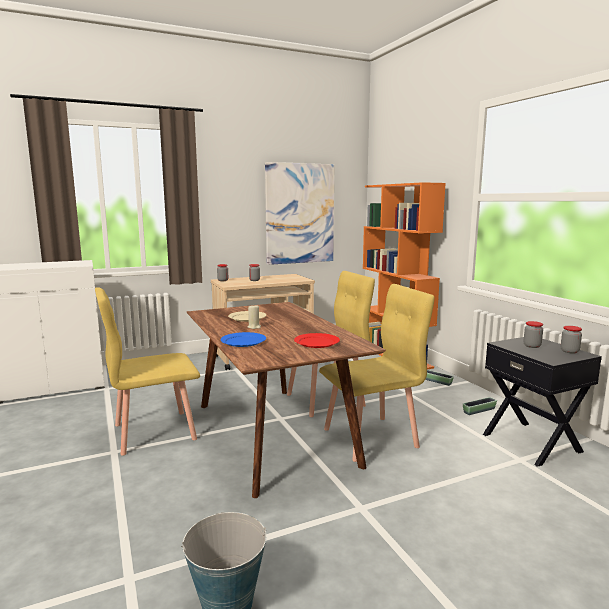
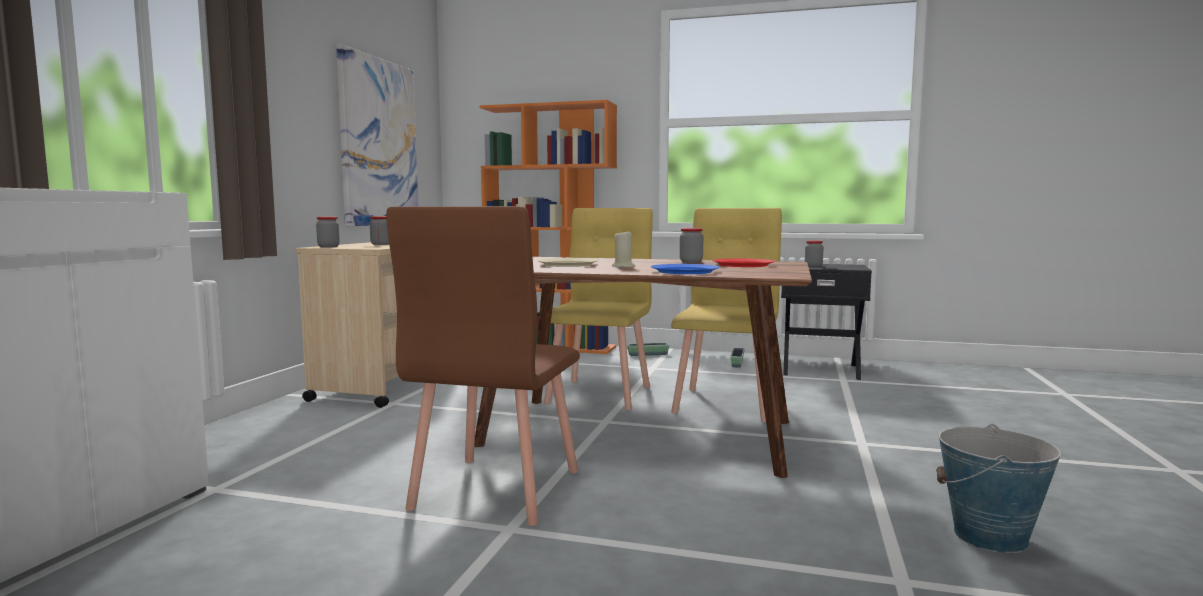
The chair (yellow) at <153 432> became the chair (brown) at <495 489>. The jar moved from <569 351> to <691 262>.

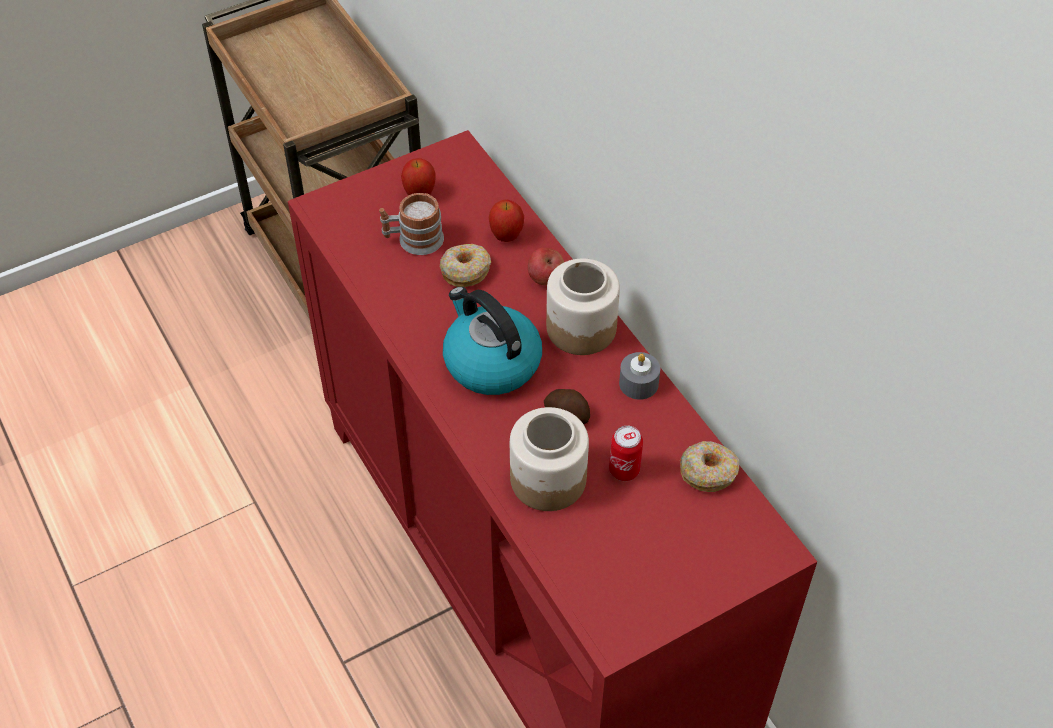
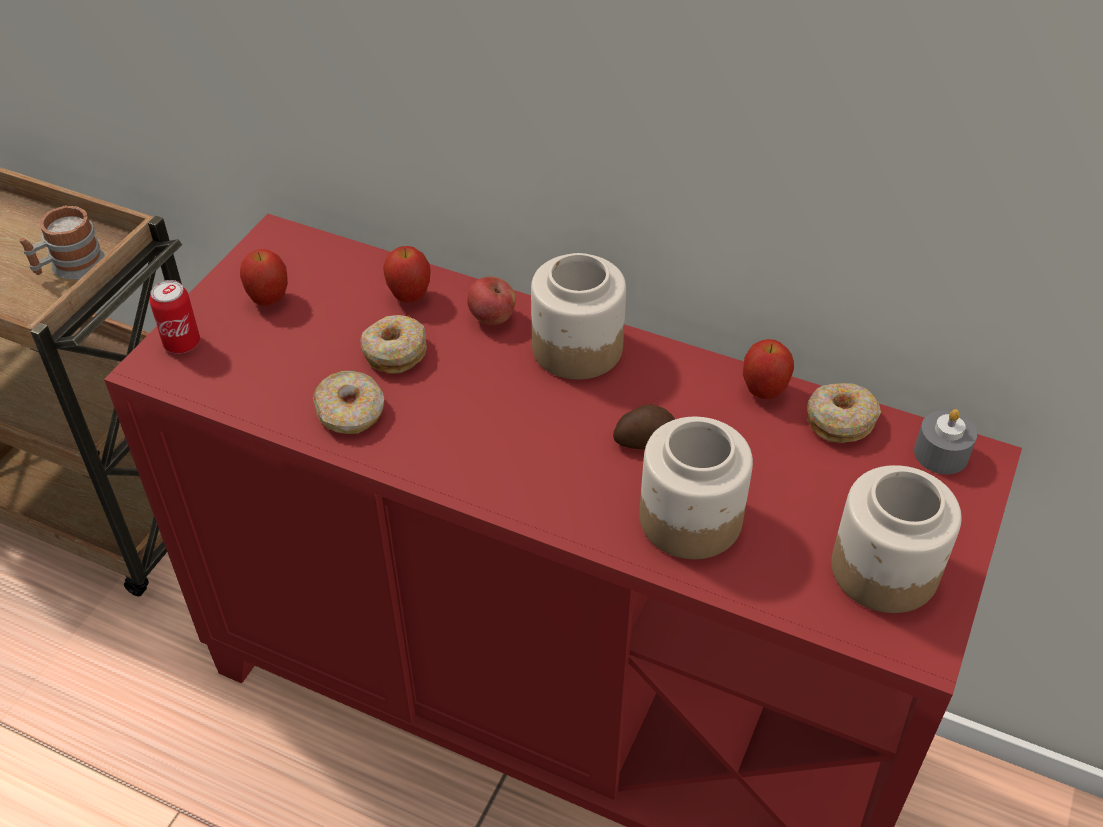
The mug moved from <413 240> to <69 267>. The can moved from <624 470> to <182 343>. The donut at <351 412> appeared. The apple at <763 391> appeared. The jar at <885 570> appeared. The candle (grey) moved from <638 383> to <941 454>. The kettle at <490 362> disappeared.

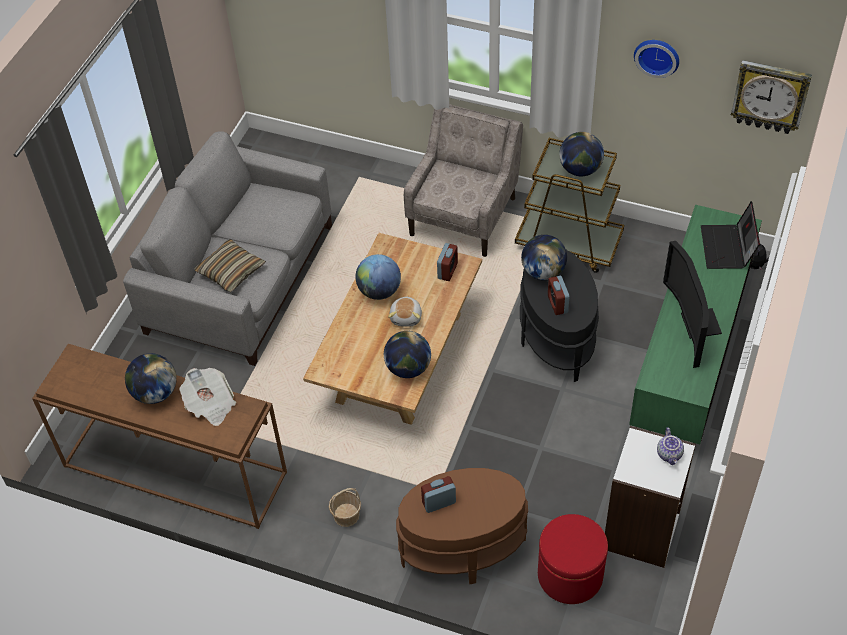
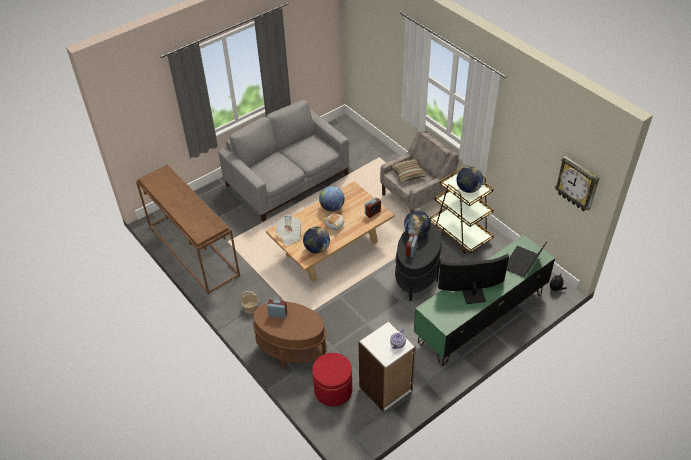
The newspaper moved from <210 404> to <289 235>. The pillow moved from <231 271> to <408 174>. The television at <694 324> turned 60 degrees clockwise. The globe at <155 393> disappeared. The wall clock at <657 56> disappeared.

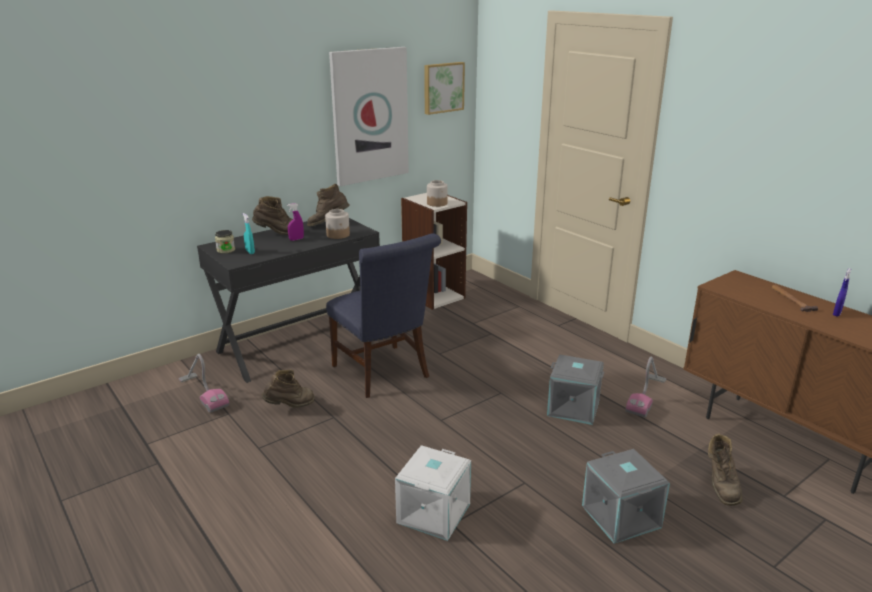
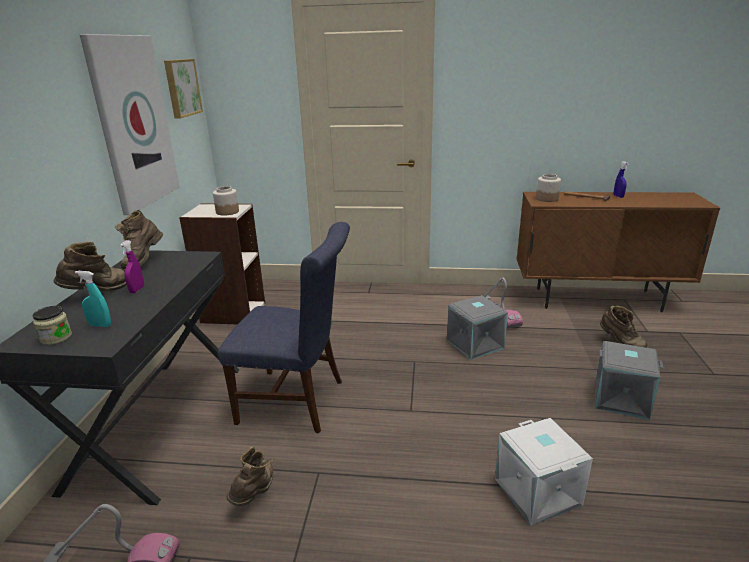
The jar moved from <338 235> to <547 199>.

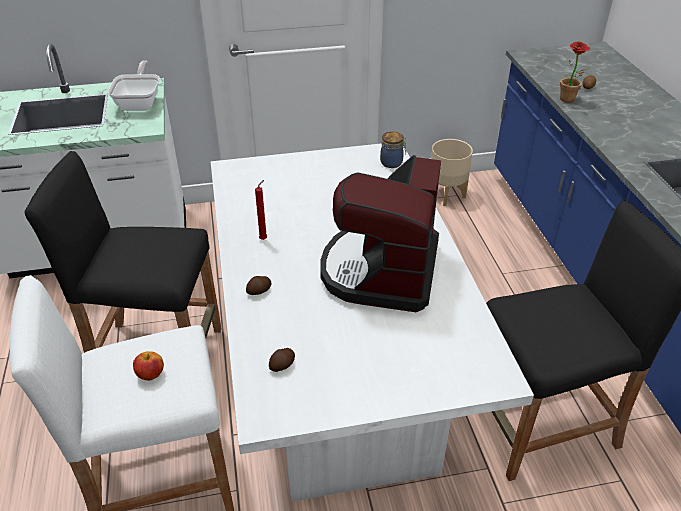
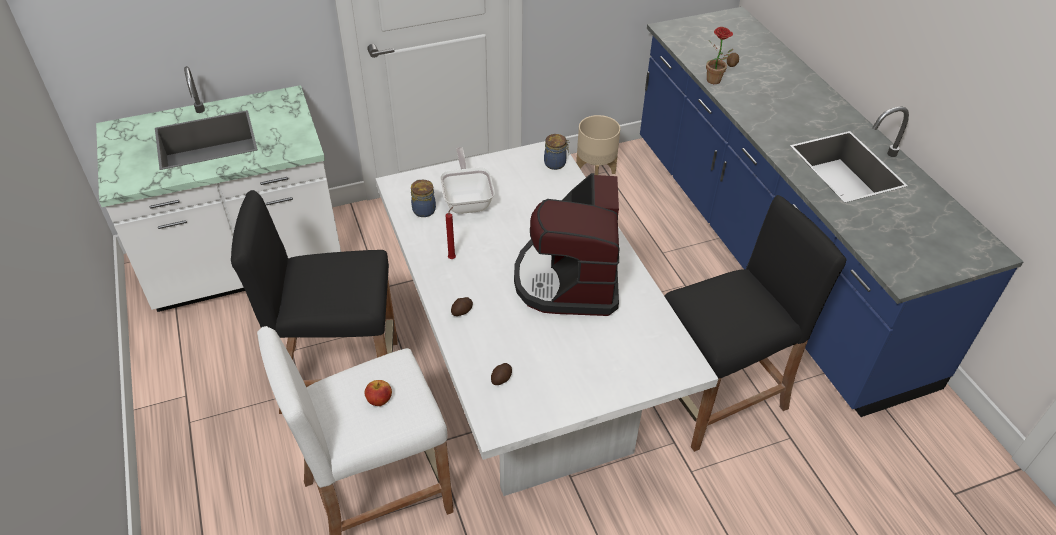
The jar at <423 210> appeared. The frying pan moved from <140 103> to <467 200>.

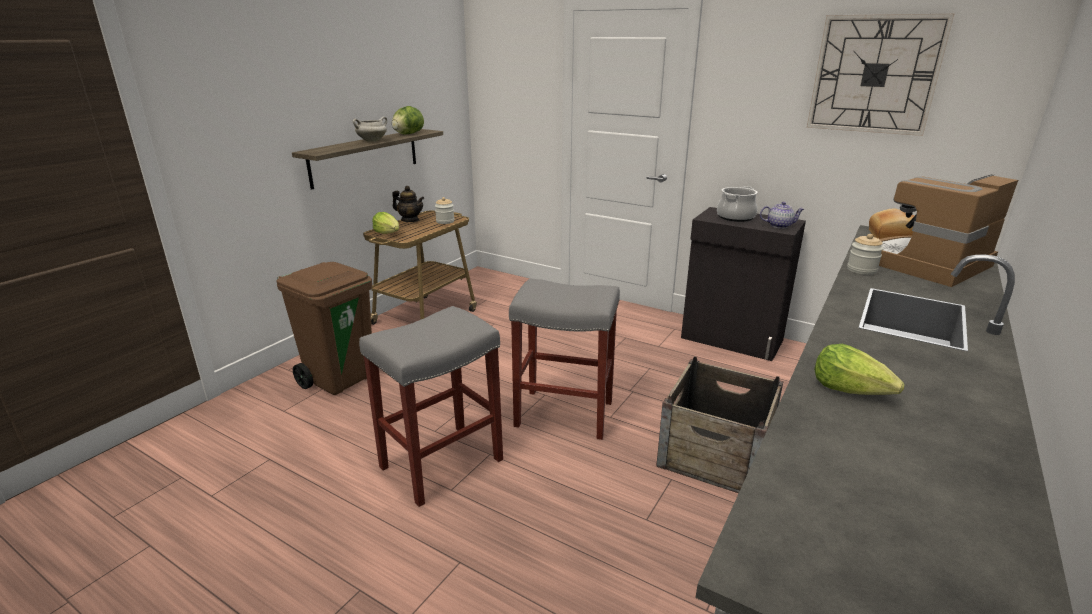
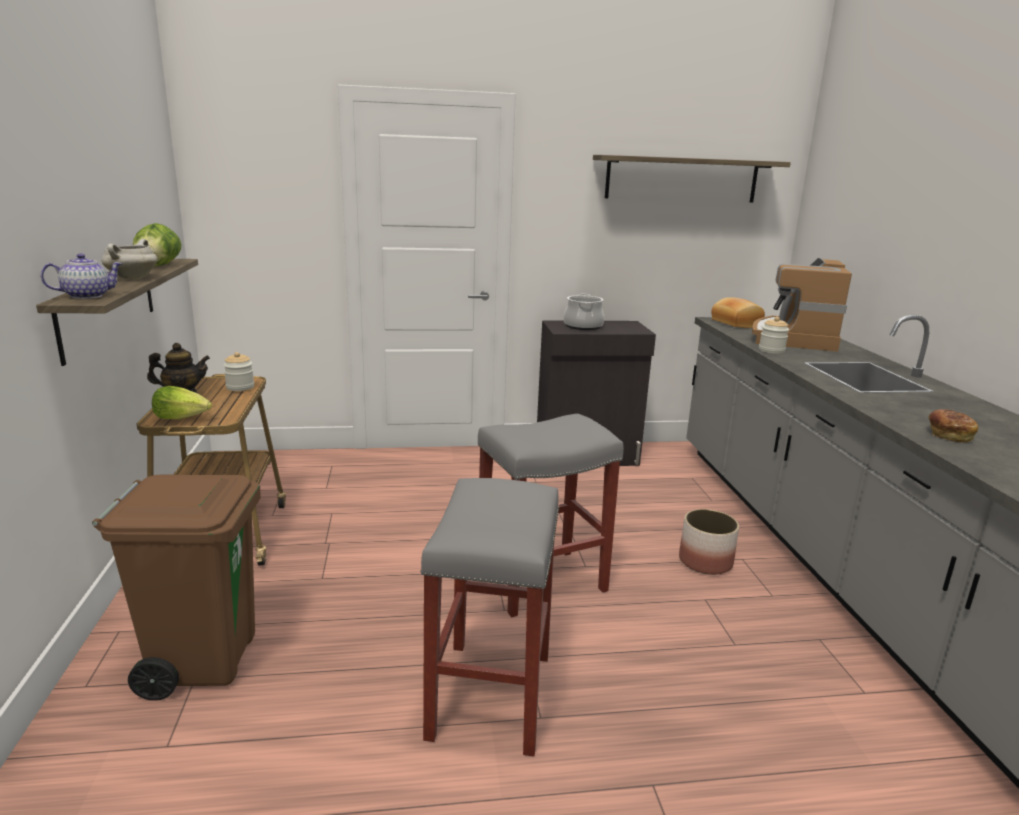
The teapot moved from <779 225> to <87 296>. The wall clock at <874 74> was replaced by the shelf at <682 179>. The crate at <716 454> was replaced by the planter at <705 561>. The lettuce at <850 389> was replaced by the bread at <949 435>.

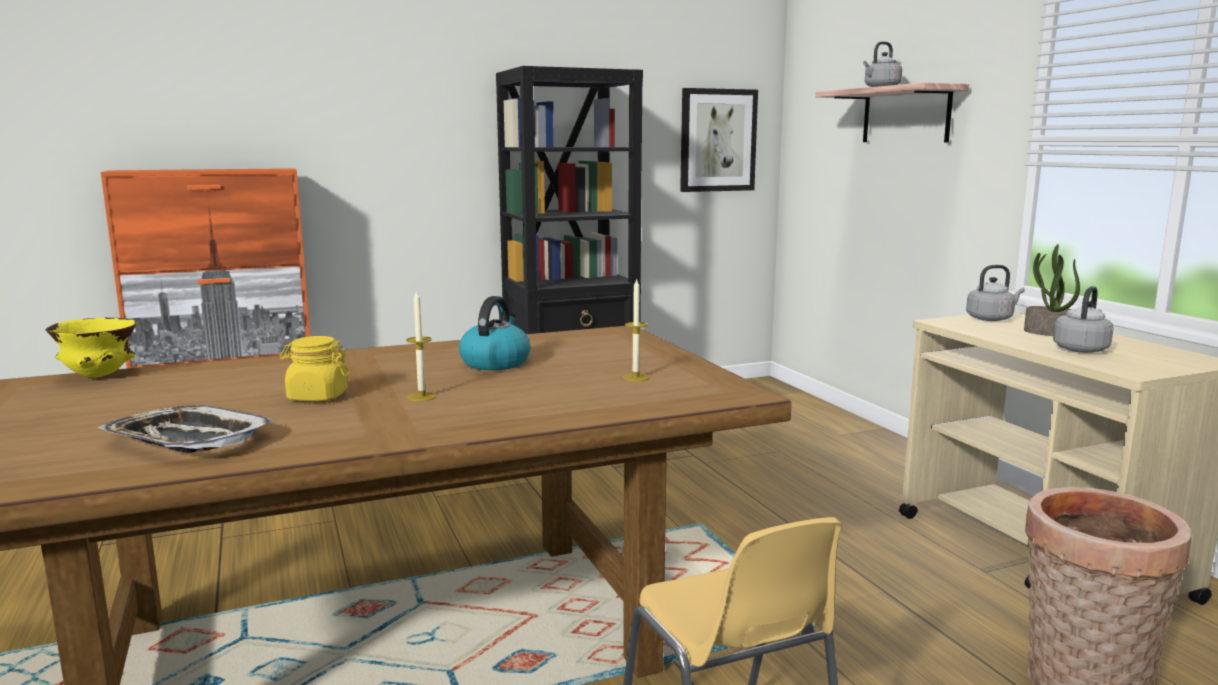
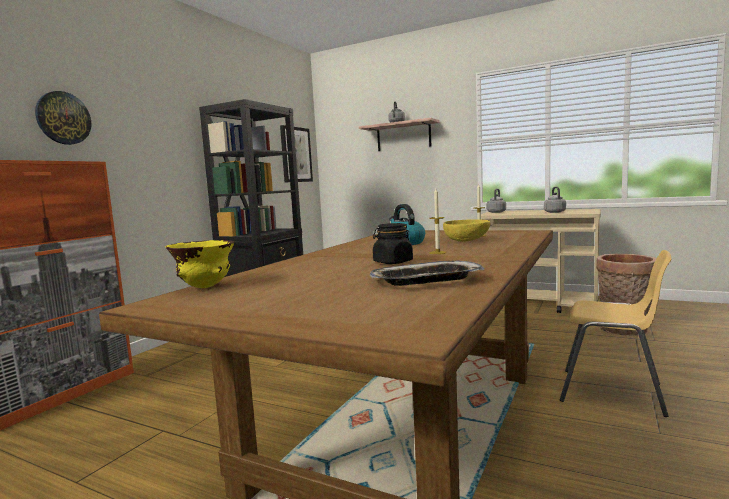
The wall clock at <63 118> appeared. The jar (yellow) at <317 396> became the jar (black) at <393 262>. The bowl (yellow) at <467 241> appeared. The potted plant at <1049 333> disappeared.

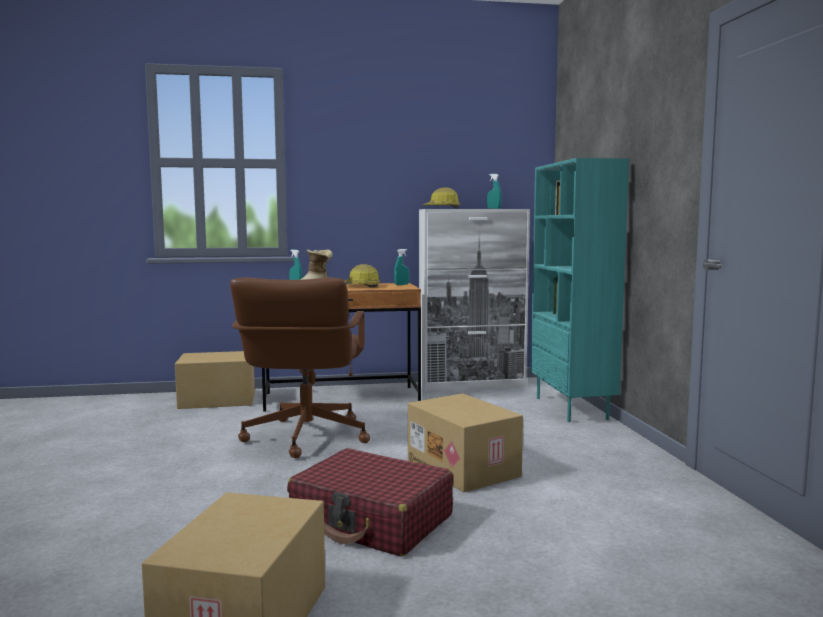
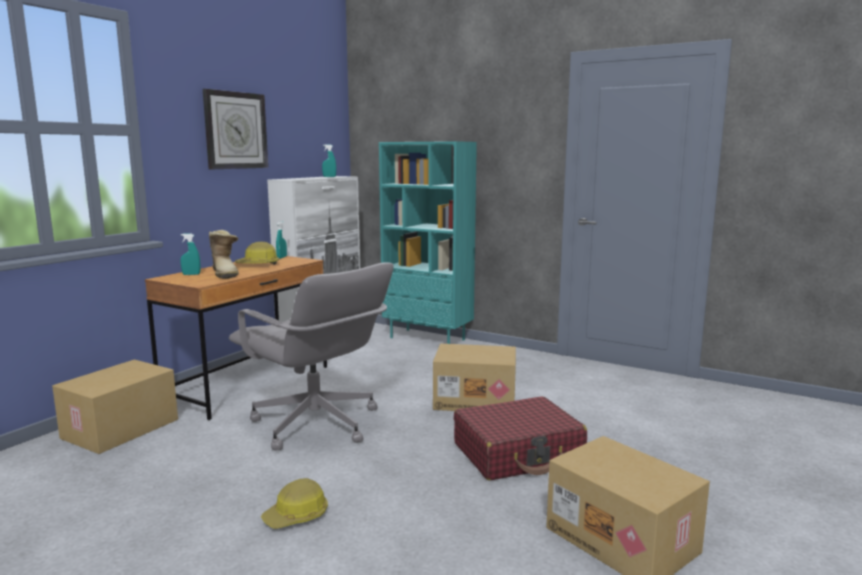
The wall clock at <235 130> appeared. The office chair (brown) at <305 437> became the office chair (grey) at <316 425>. The hard hat moved from <441 208> to <297 516>.

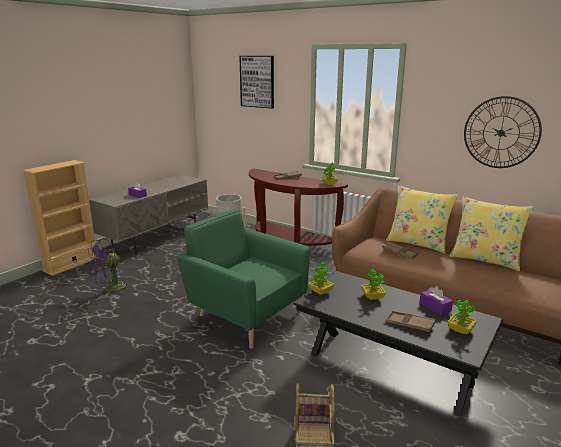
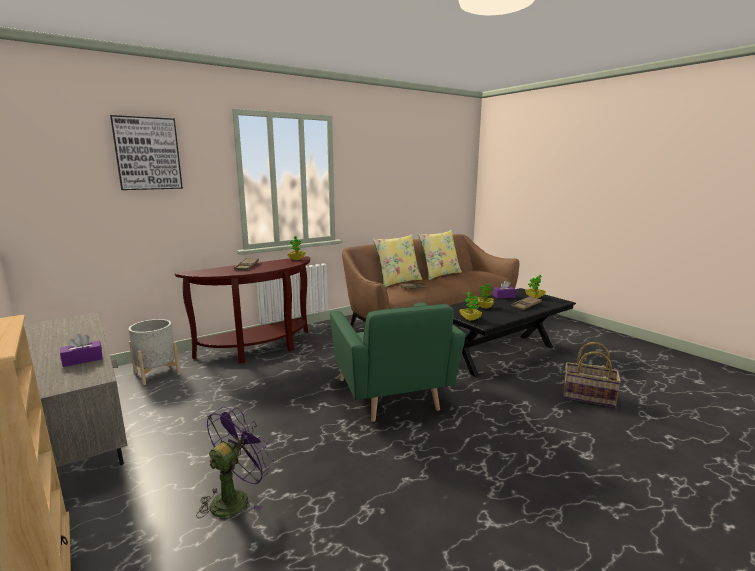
The fan (purple) at <111 289> turned 120 degrees counterclockwise. The armchair (green) at <246 314> turned 75 degrees counterclockwise. The wall clock at <501 132> disappeared.

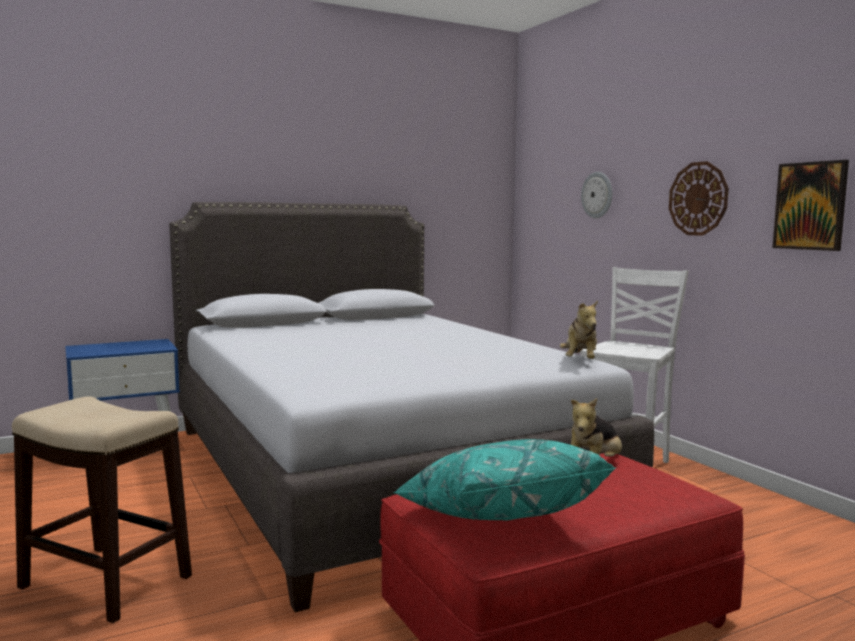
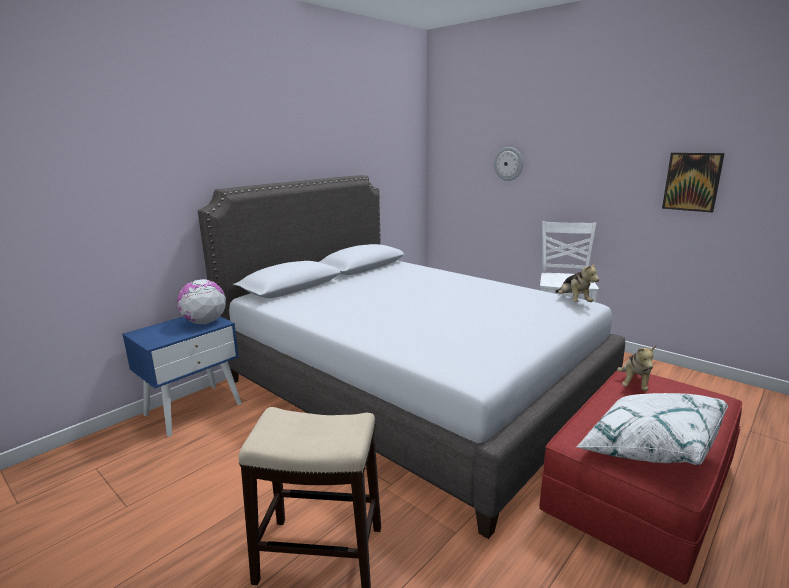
The globe at <204 322> appeared. The pillow (turquoise) at <497 516> became the pillow (white) at <648 449>. The wall clock at <698 198> disappeared.

